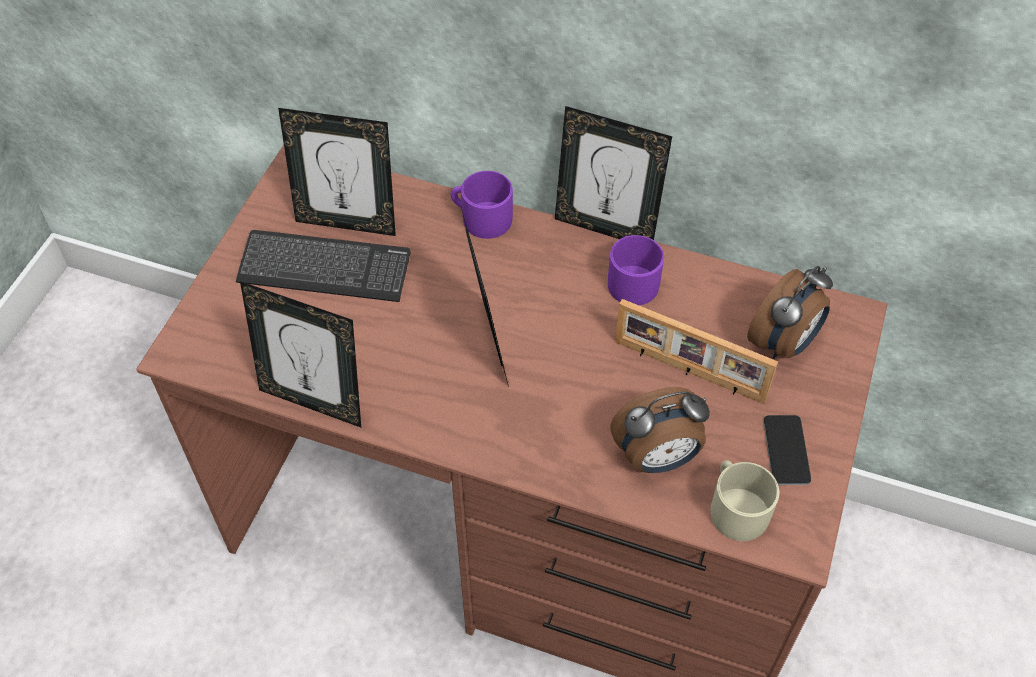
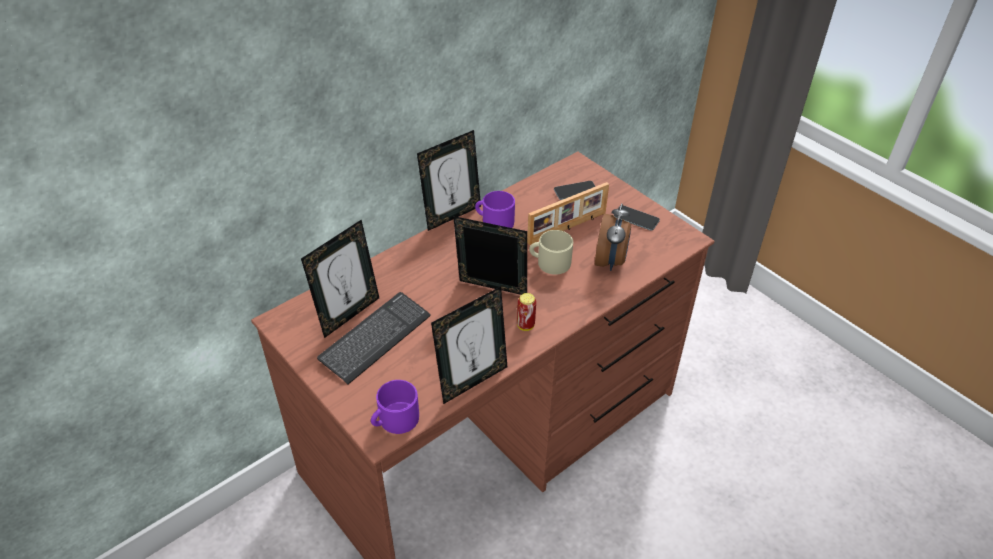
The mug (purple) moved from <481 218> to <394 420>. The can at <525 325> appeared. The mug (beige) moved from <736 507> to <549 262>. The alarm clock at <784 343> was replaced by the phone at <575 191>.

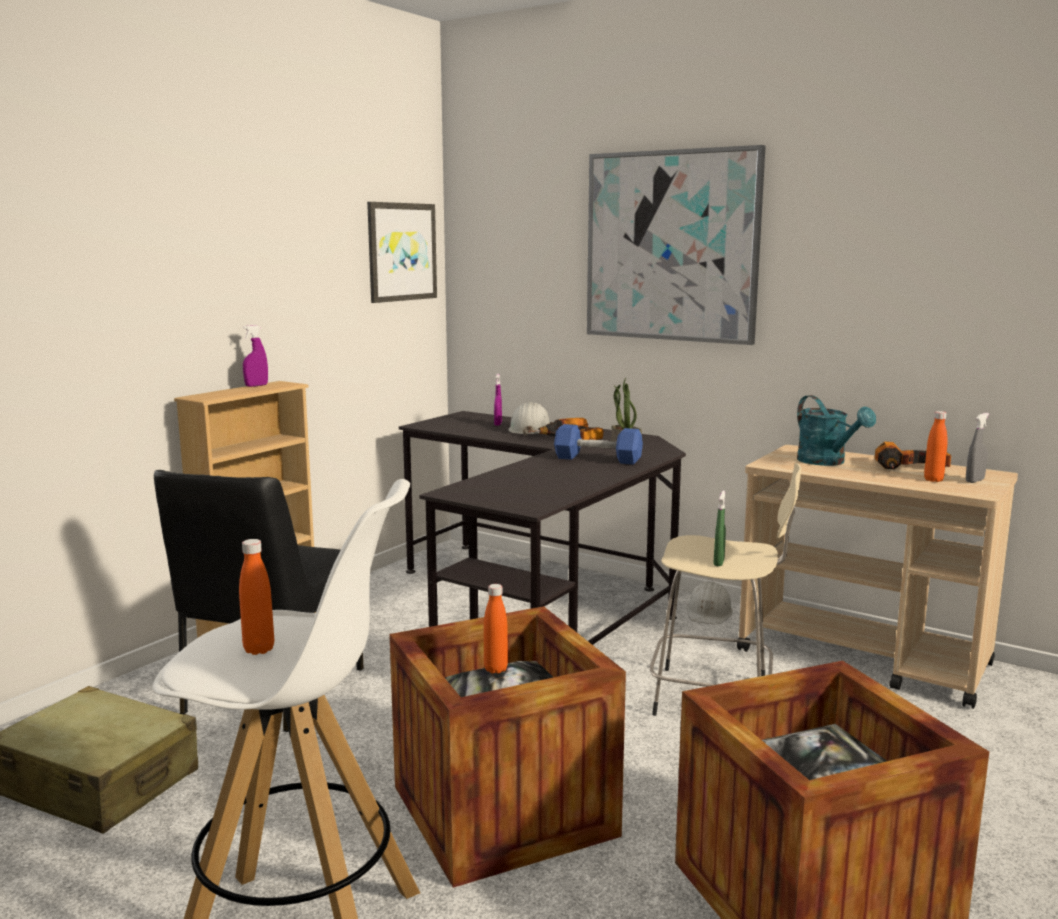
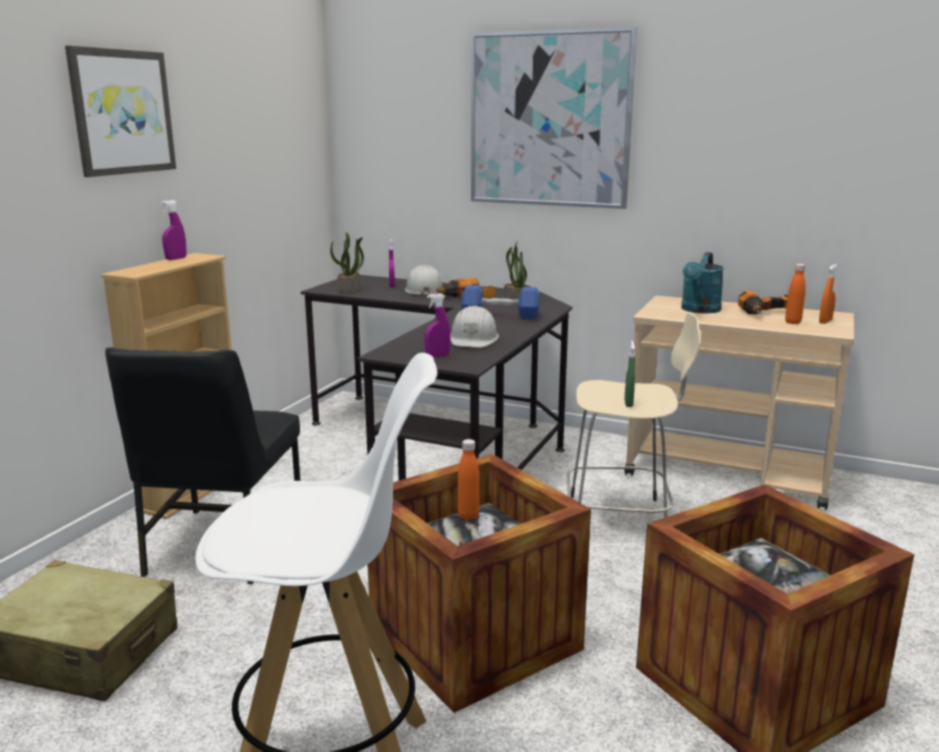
The picture moved from <401 252> to <122 112>. The potted plant at <349 290> appeared. The spray bottle (purple) at <437 356> appeared. The hard hat (white) moved from <709 612> to <474 339>. The watering can (turquoise) at <827 462> turned 60 degrees clockwise. The spray bottle (grey) at <974 481> became the spray bottle (orange) at <825 322>. The bottle (orange) at <259 649> disappeared.

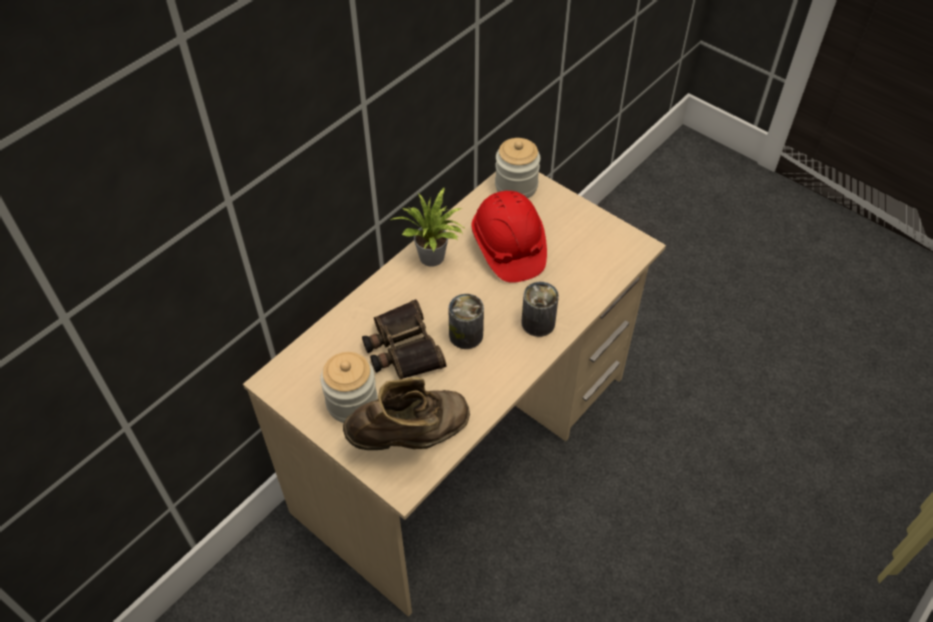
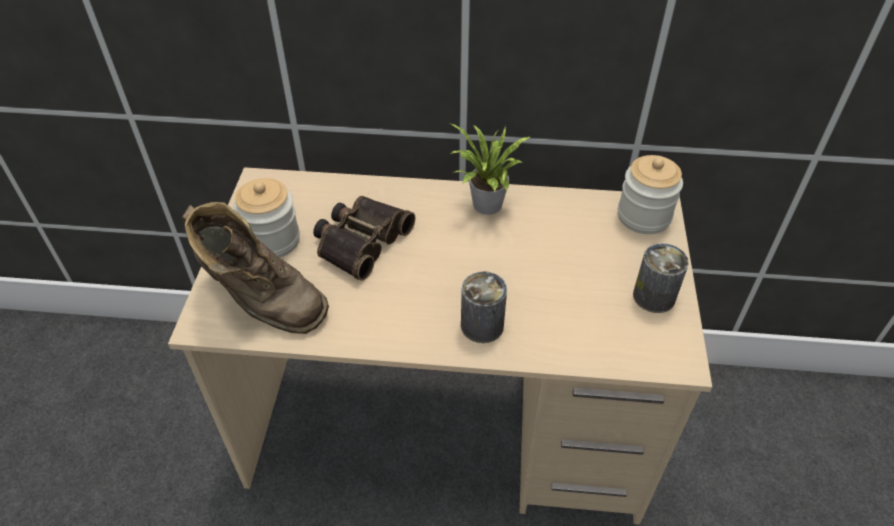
The can moved from <466 335> to <654 296>. The hard hat (red) at <508 248> disappeared.

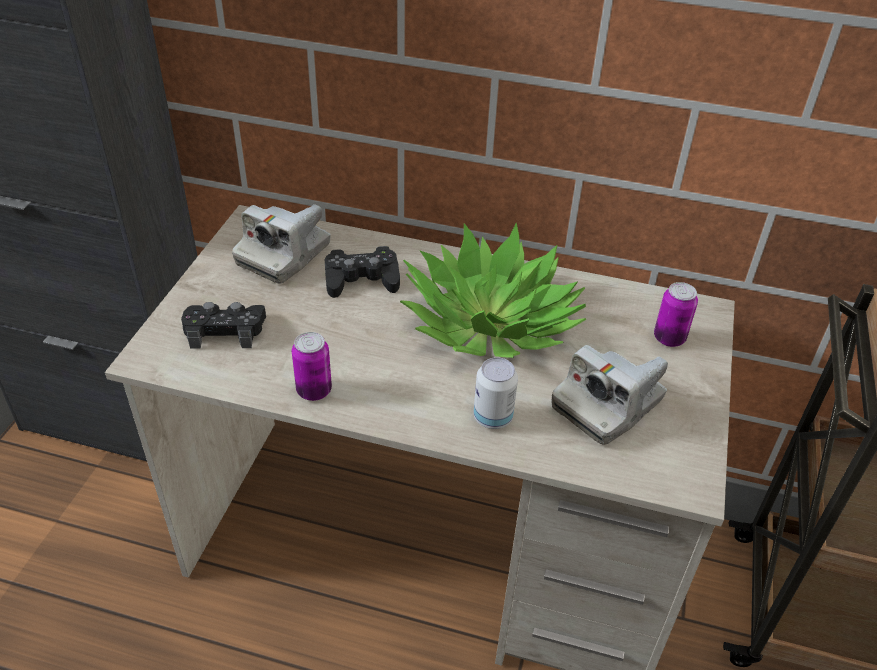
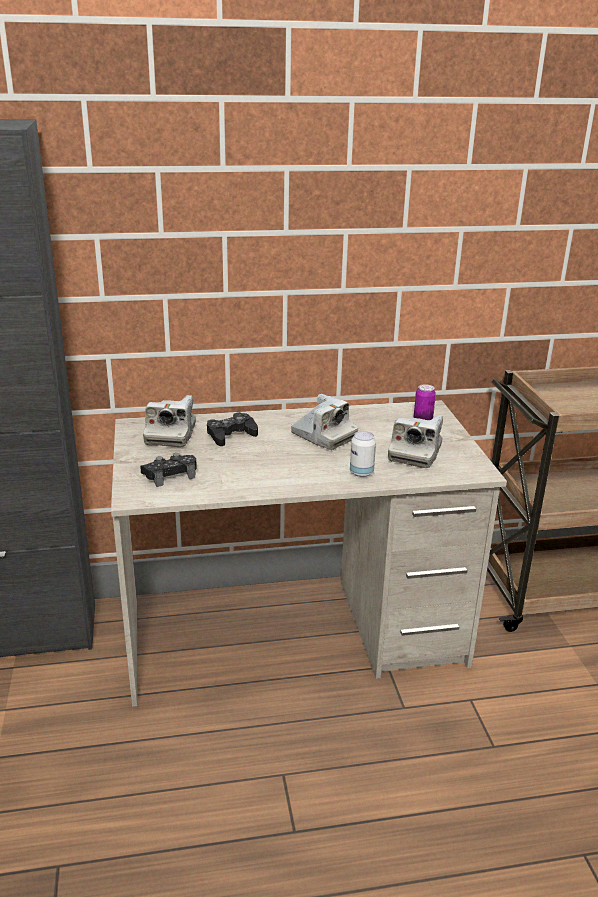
The potted plant at <490 323> was replaced by the photo camera at <323 436>. The can at <314 391> disappeared.

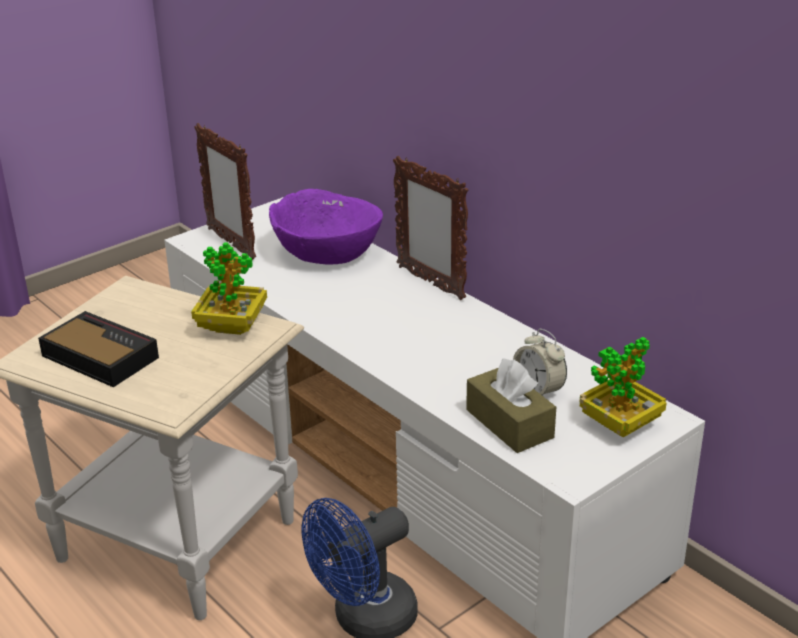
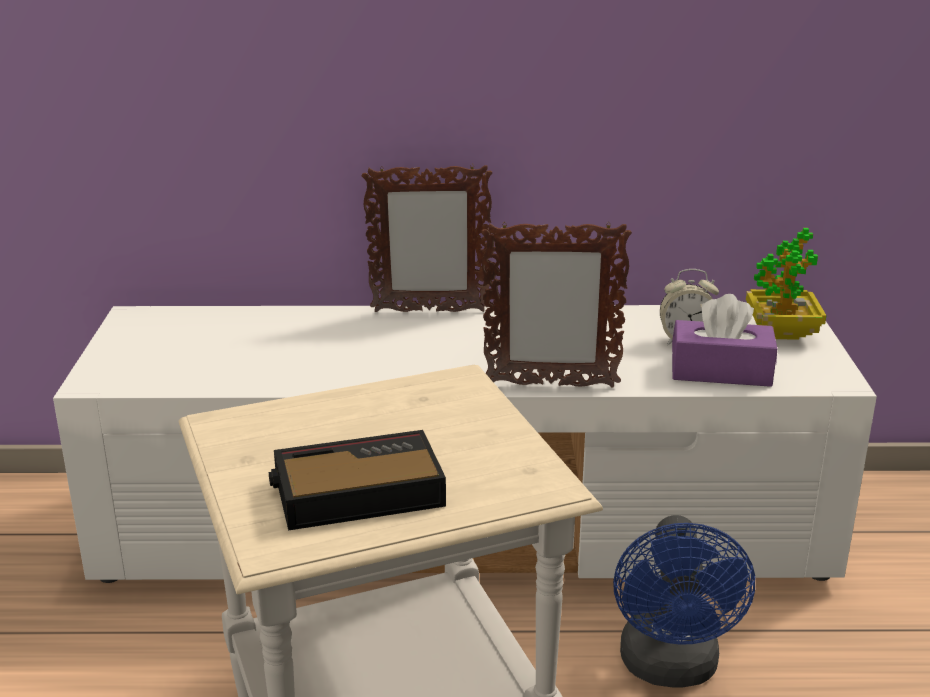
The picture frame moved from <231 244> to <550 384>. The tissue box (brown) at <509 424> became the tissue box (purple) at <721 371>. The potted plant at <232 326> disappeared. The bowl (purple) at <327 252> disappeared.

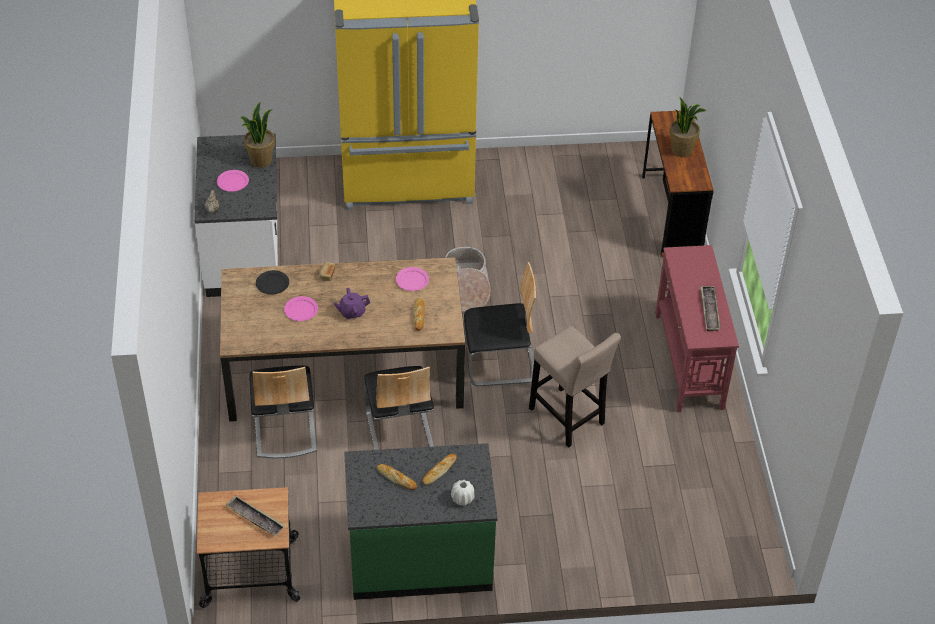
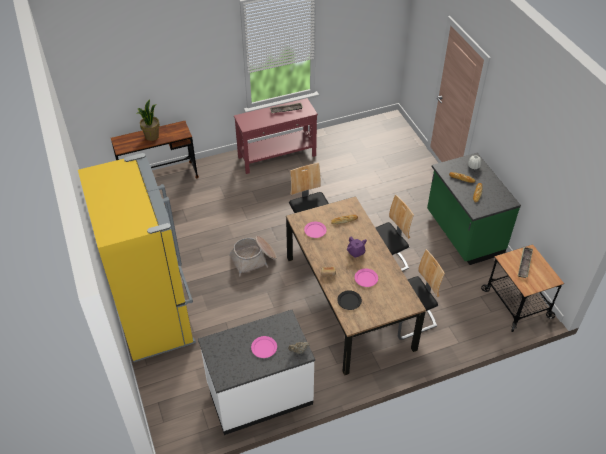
The potted plant at <260 160> disappeared. The stool (beige) at <568 419> disappeared.

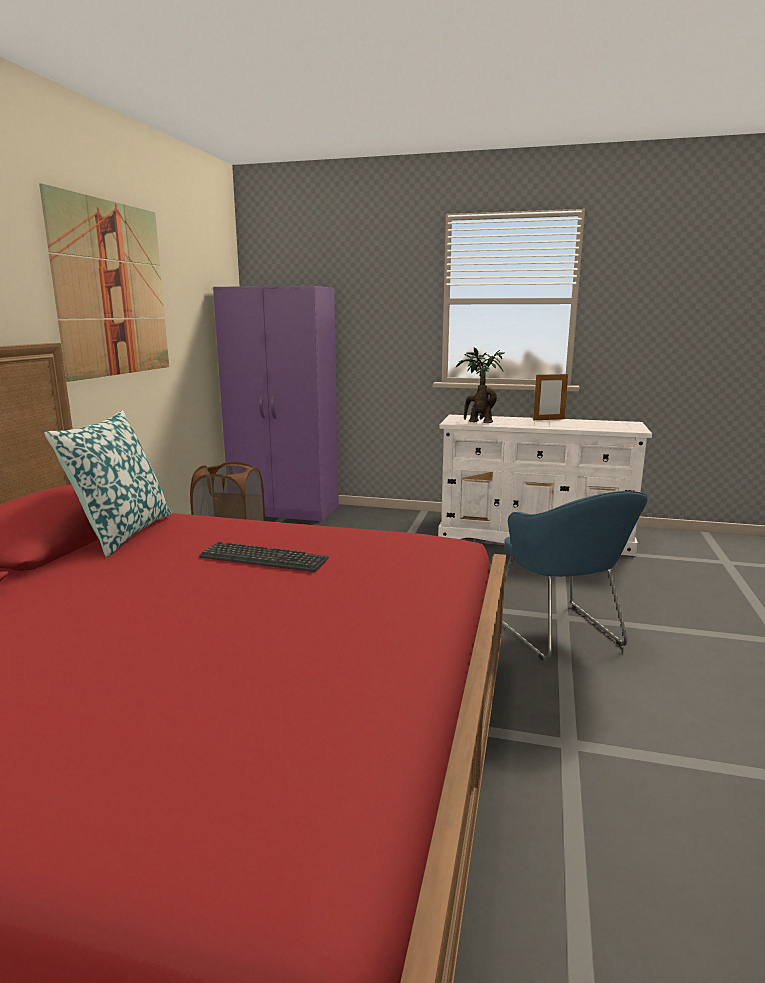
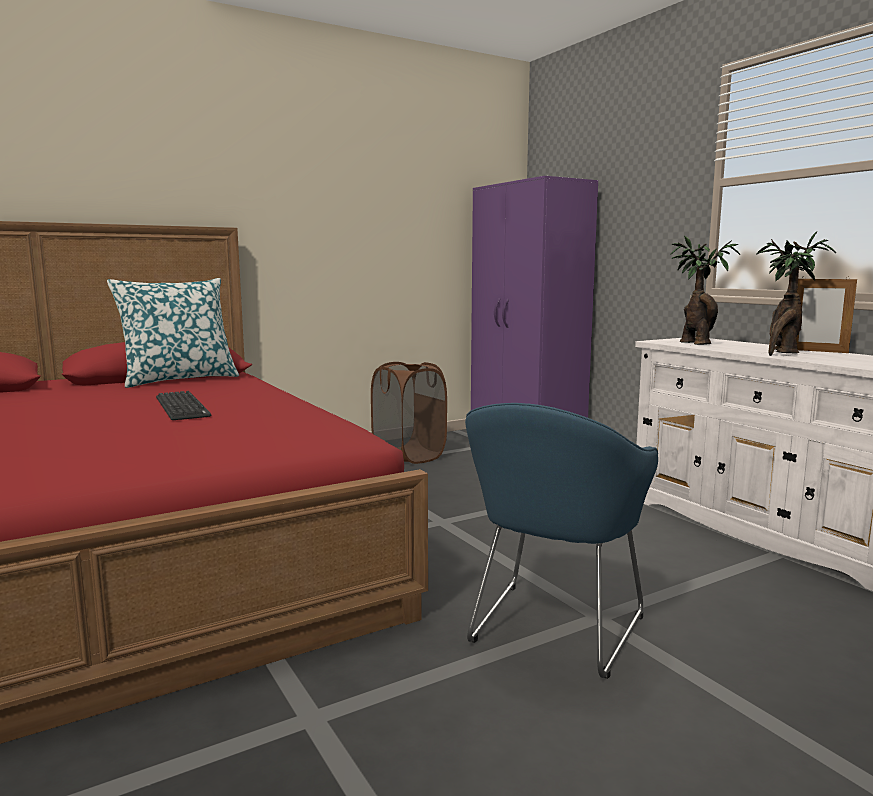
The potted plant at <783 353> appeared. The picture at <113 289> disappeared.

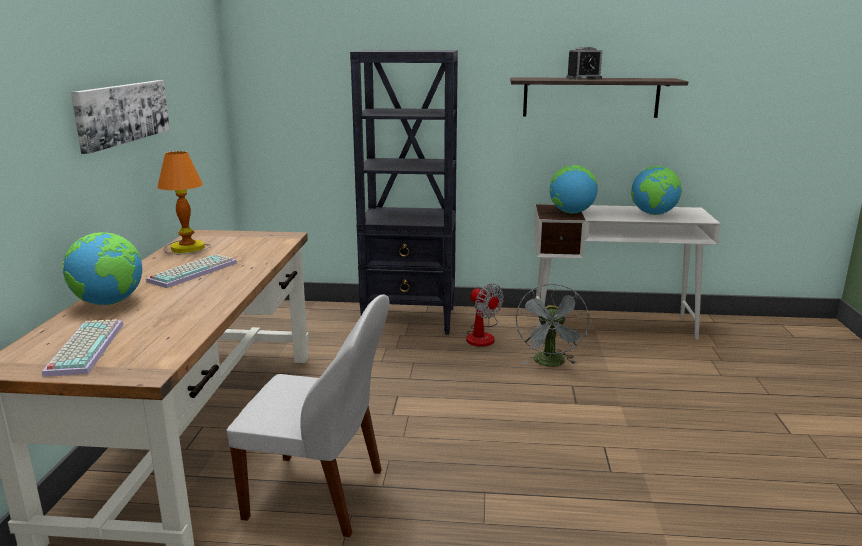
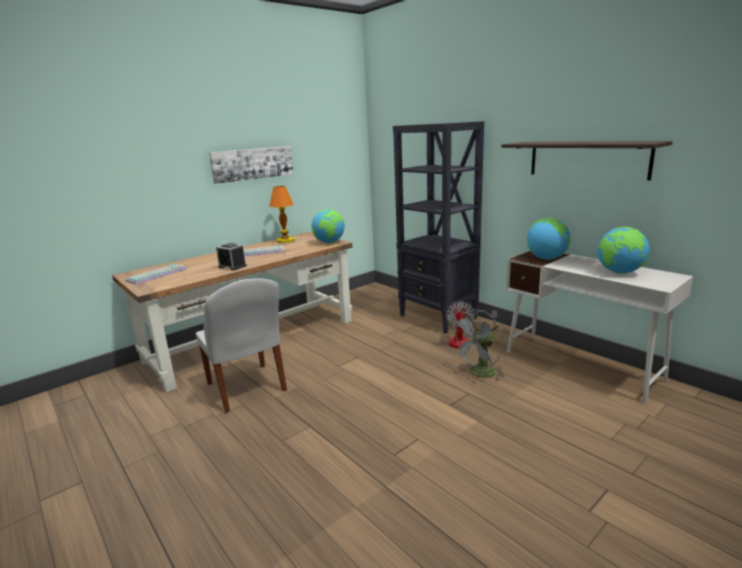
The alarm clock moved from <583 78> to <232 266>. The globe moved from <109 302> to <329 242>.

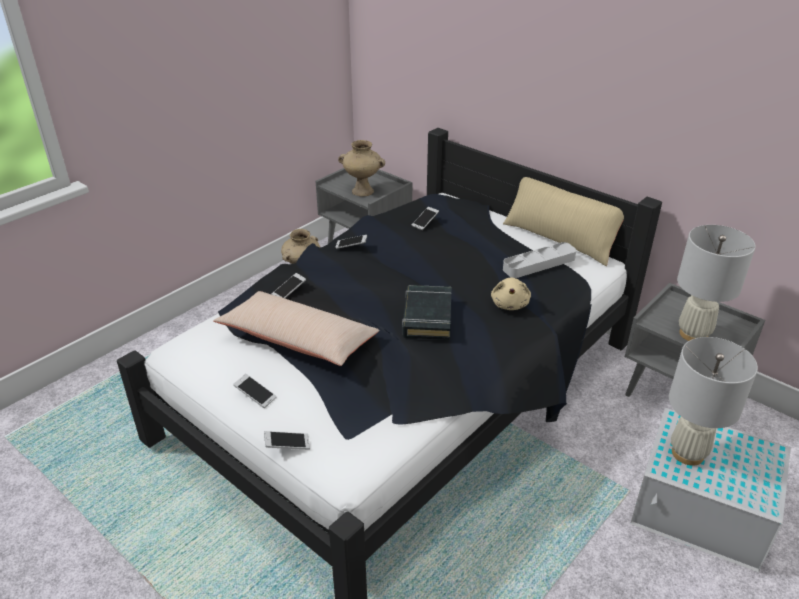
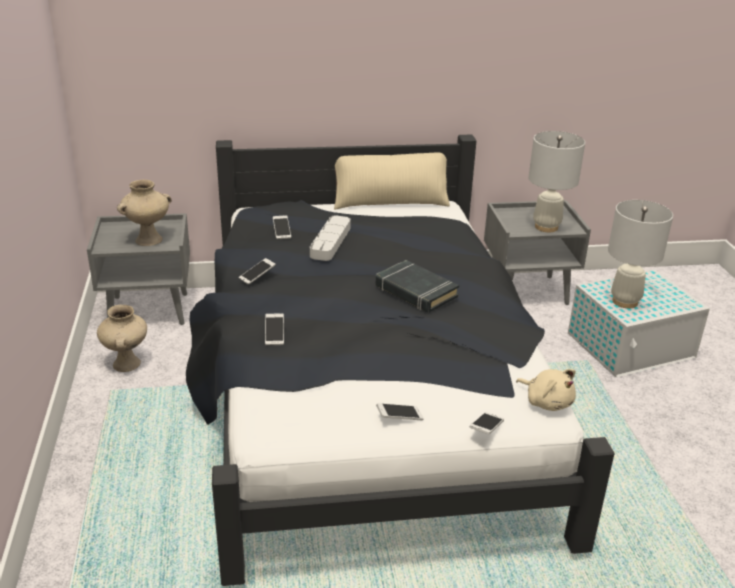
The tray (grey) moved from <539 264> to <330 242>. The plush toy (beige) moved from <510 304> to <547 402>. The pillow (beige) at <298 340> disappeared.

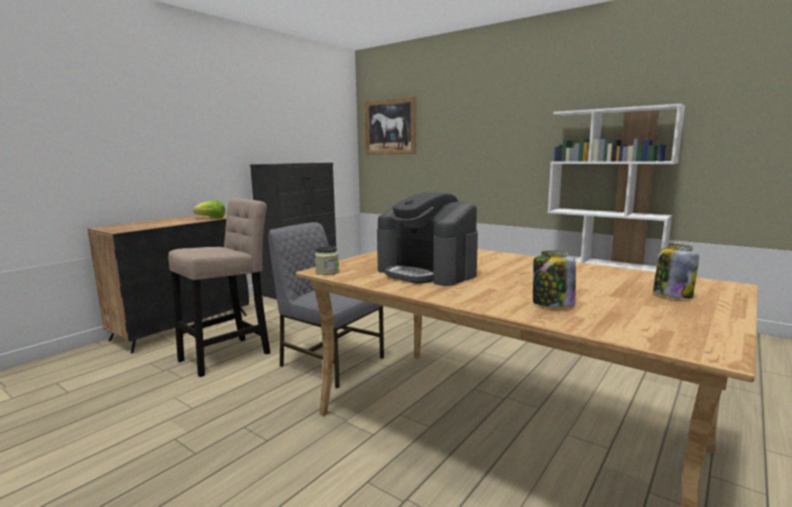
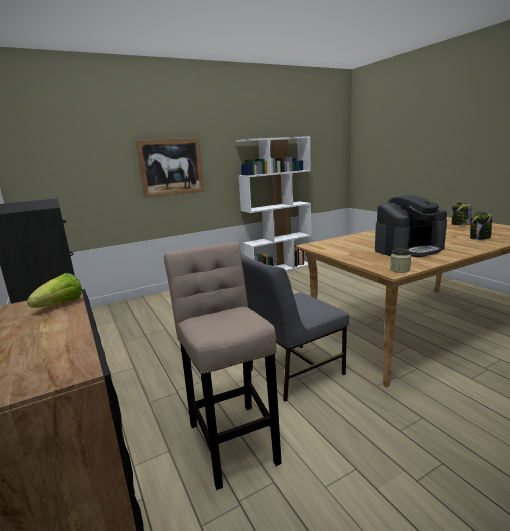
The picture moved from <390 127> to <171 167>.

